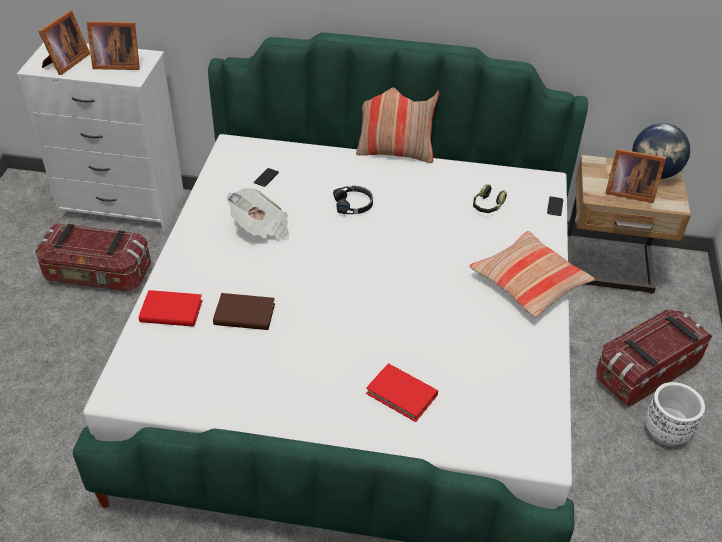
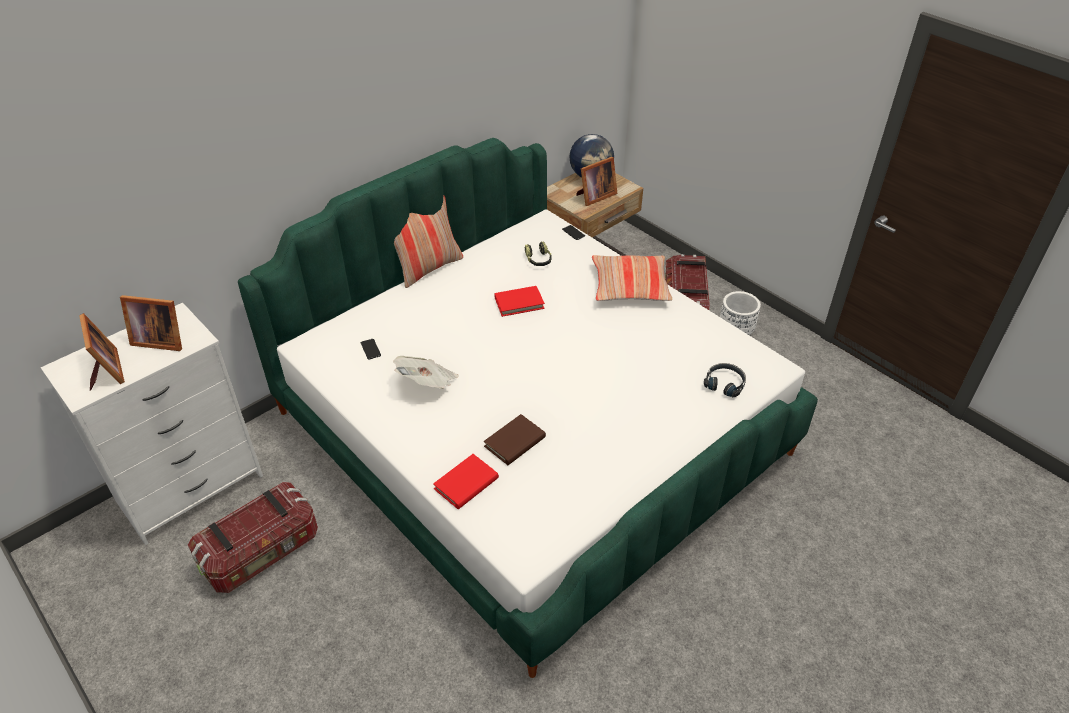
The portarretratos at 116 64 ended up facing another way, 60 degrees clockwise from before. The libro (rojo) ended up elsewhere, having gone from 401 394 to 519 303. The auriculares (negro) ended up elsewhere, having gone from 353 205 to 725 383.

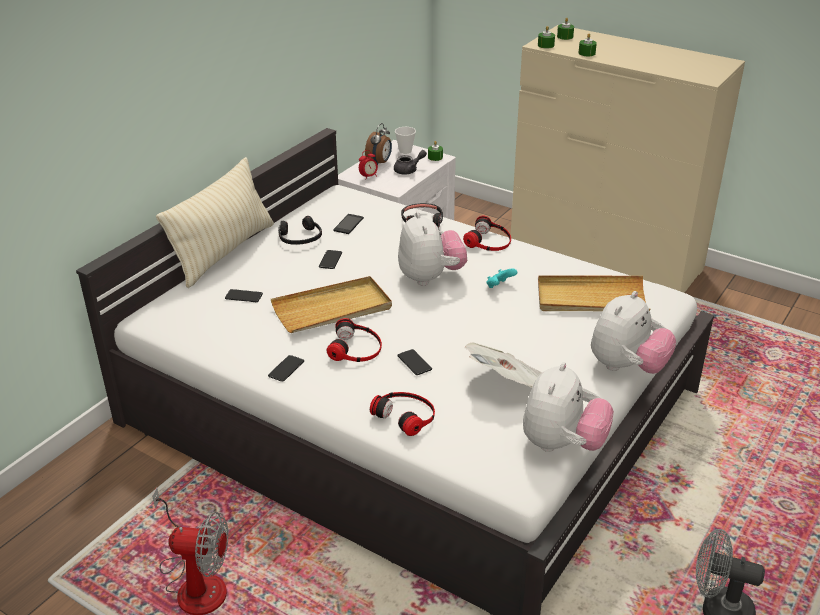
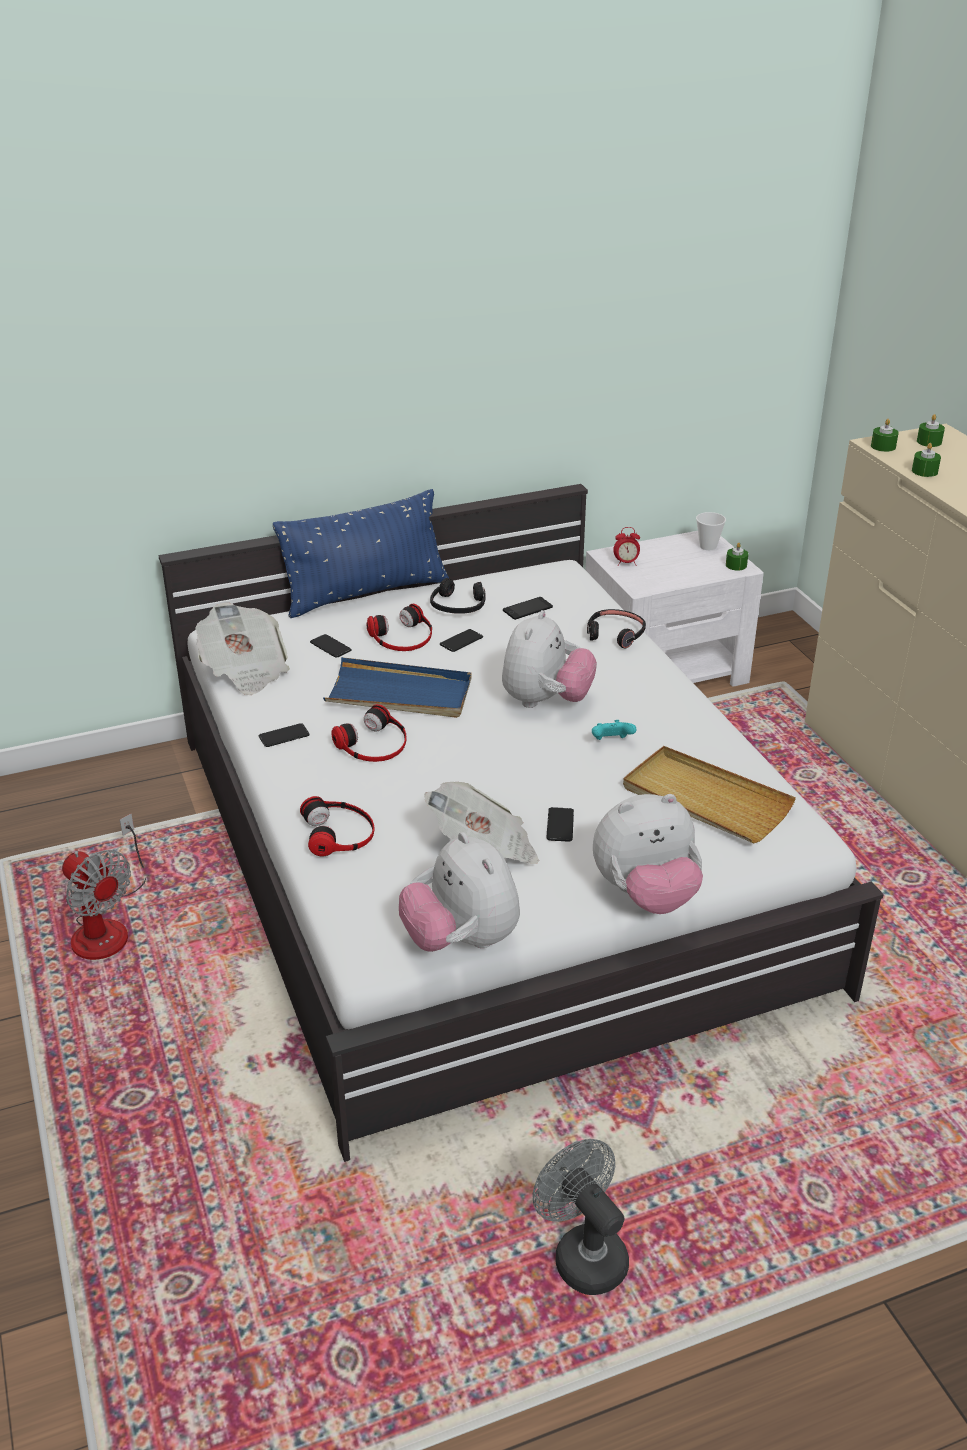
The second view gained the periódico at 245 670. What was the cojín (beis) at 224 252 turned into the cojín (azul) at 366 593. What was the bandeja (beis) at 332 309 turned into the bandeja (azul) at 399 694. The auriculares ended up elsewhere, having gone from 489 241 to 402 637. The peluche at 562 444 ended up facing another way, 90 degrees clockwise from before. The móvil ended up elsewhere, having gone from 414 363 to 560 825. The second view lost the despertador at 379 163. The second view lost the tetera (gris) at 409 170.

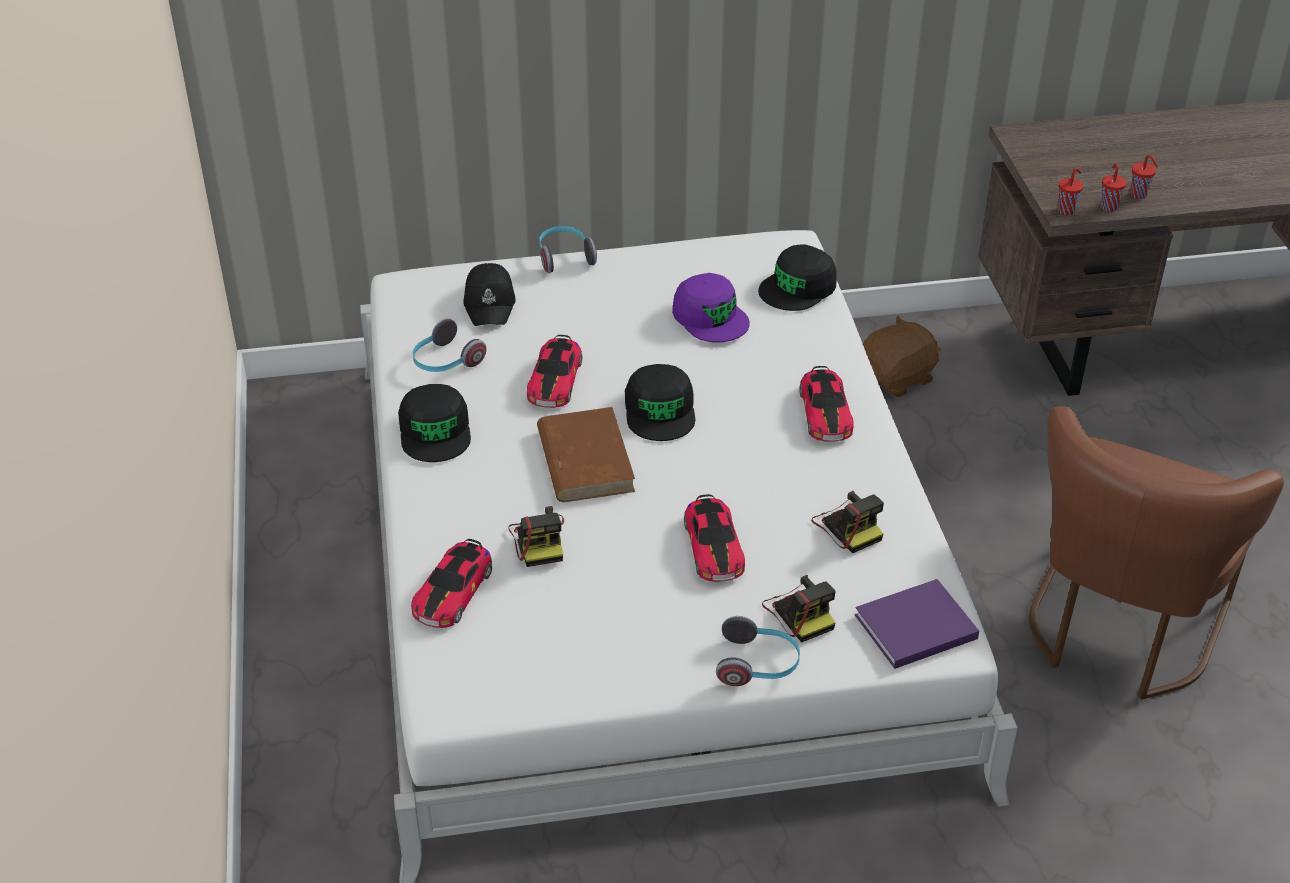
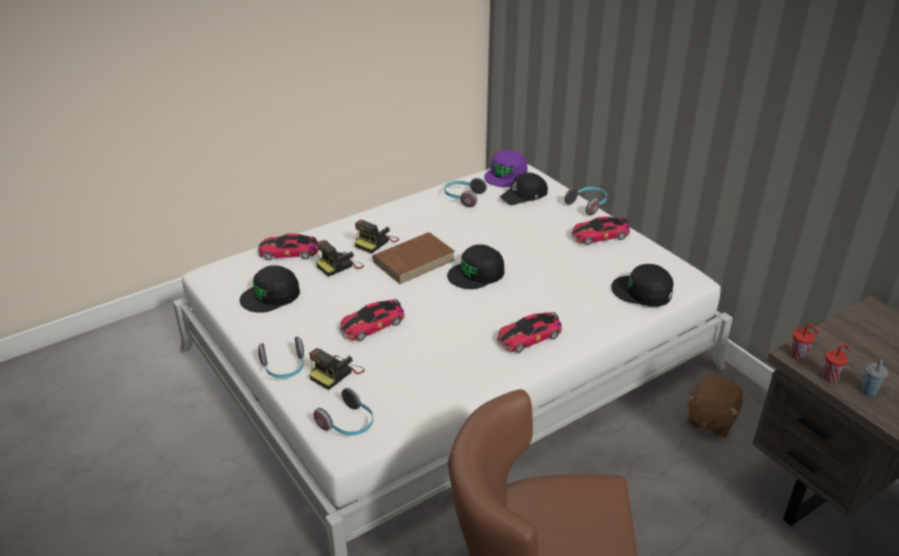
The gorra (negro) ended up elsewhere, having gone from 435 431 to 271 295. Where the libro (morado) stood at 912 628, the auriculares came to stand at 348 424. The cámara ended up elsewhere, having gone from 847 527 to 376 242. The gorra (morado) ended up elsewhere, having gone from 710 317 to 506 175. The coche de juguete ended up elsewhere, having gone from 555 380 to 600 235. The peluche (marrón) at 898 378 ended up facing another way, 90 degrees clockwise from before. What was the taza (rojo) at 1139 195 turned into the taza (gris) at 868 392.

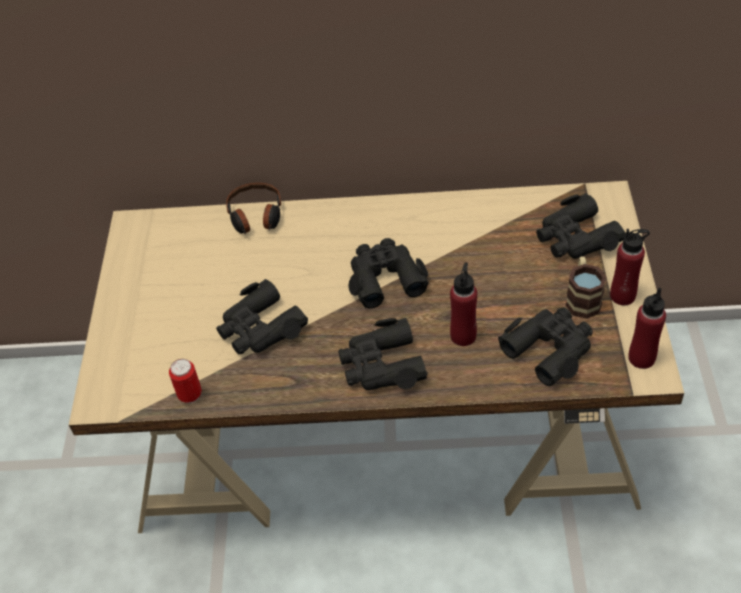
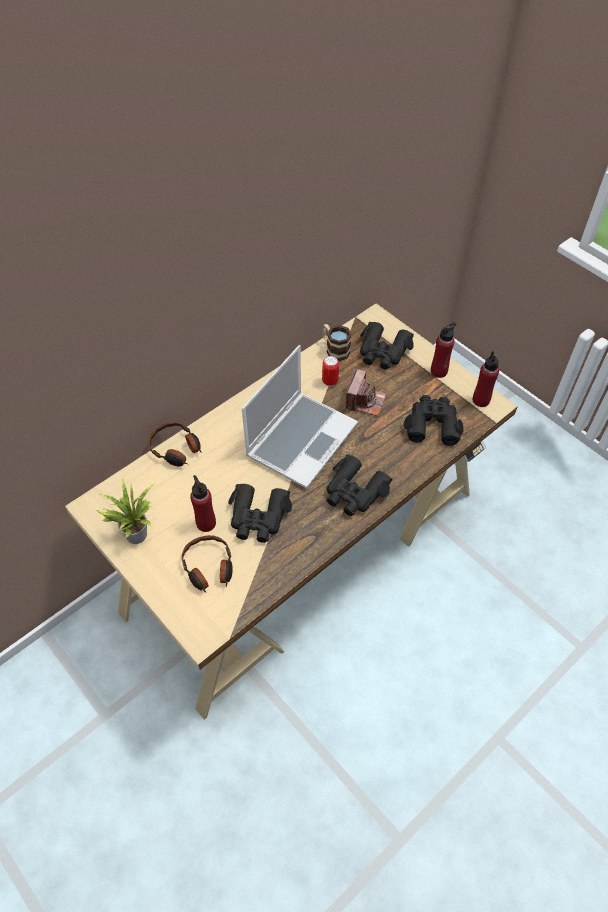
The second view gained the planta en maceta at 134 533. The second view gained the auriculares at 209 568. The botella (rojo) ended up elsewhere, having gone from 463 336 to 206 523. Where the prismáticos (negro) stood at 385 278, the portátil came to stand at 301 439. The lata ended up elsewhere, having gone from 190 395 to 330 381. The taza grande ended up elsewhere, having gone from 582 298 to 334 349. The second view gained the cámara at 364 401.

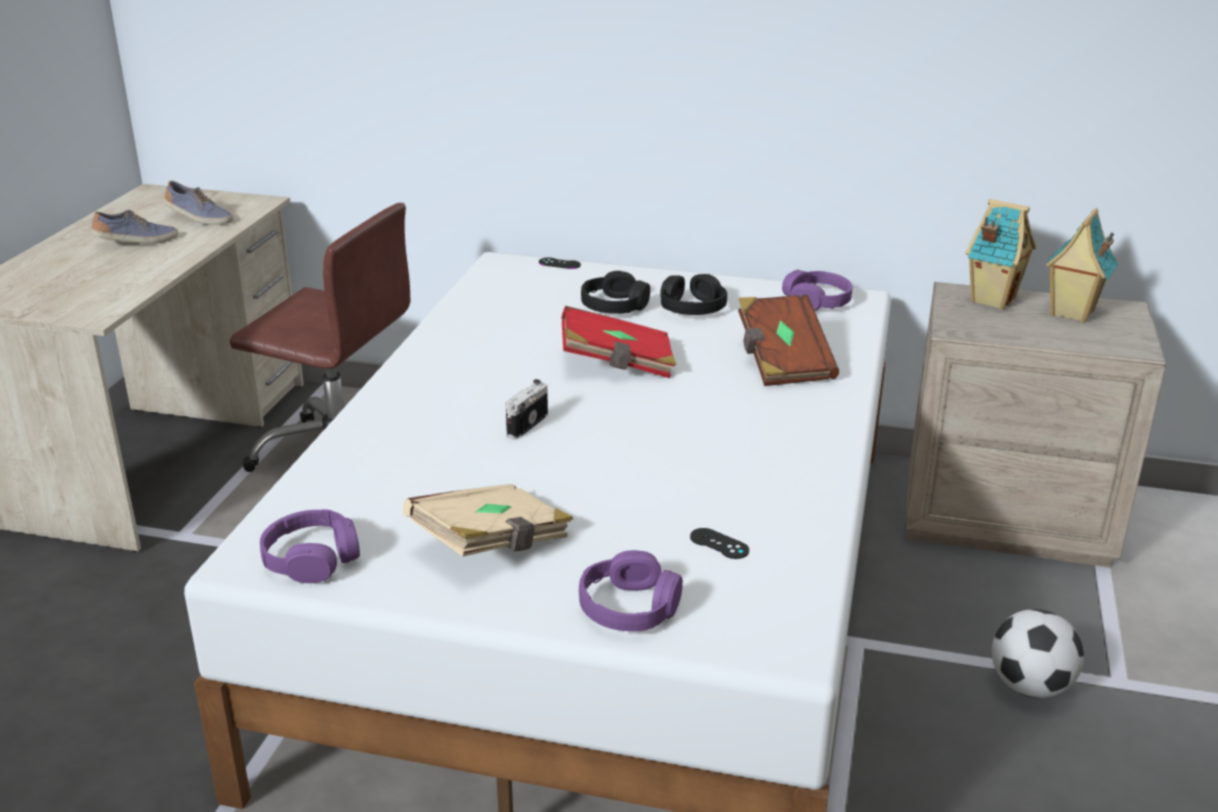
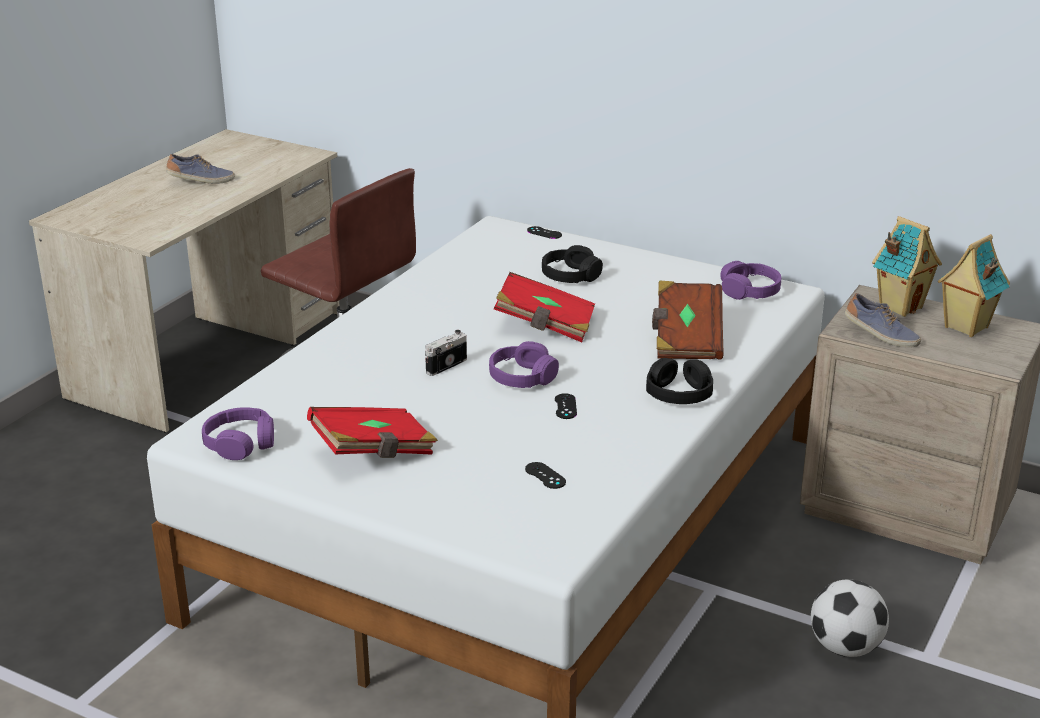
What was the libro (beis) at 492 545 turned into the libro (rojo) at 374 452. The auriculares (morado) ended up elsewhere, having gone from 629 607 to 522 377. The second view gained the mando de consola (negro) at 565 406. The auriculares (negro) ended up elsewhere, having gone from 692 307 to 679 393. The zapato ended up elsewhere, having gone from 199 218 to 880 335.

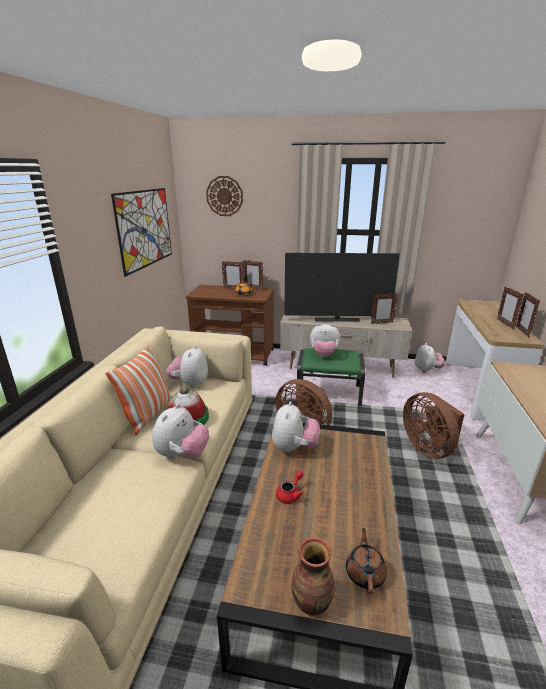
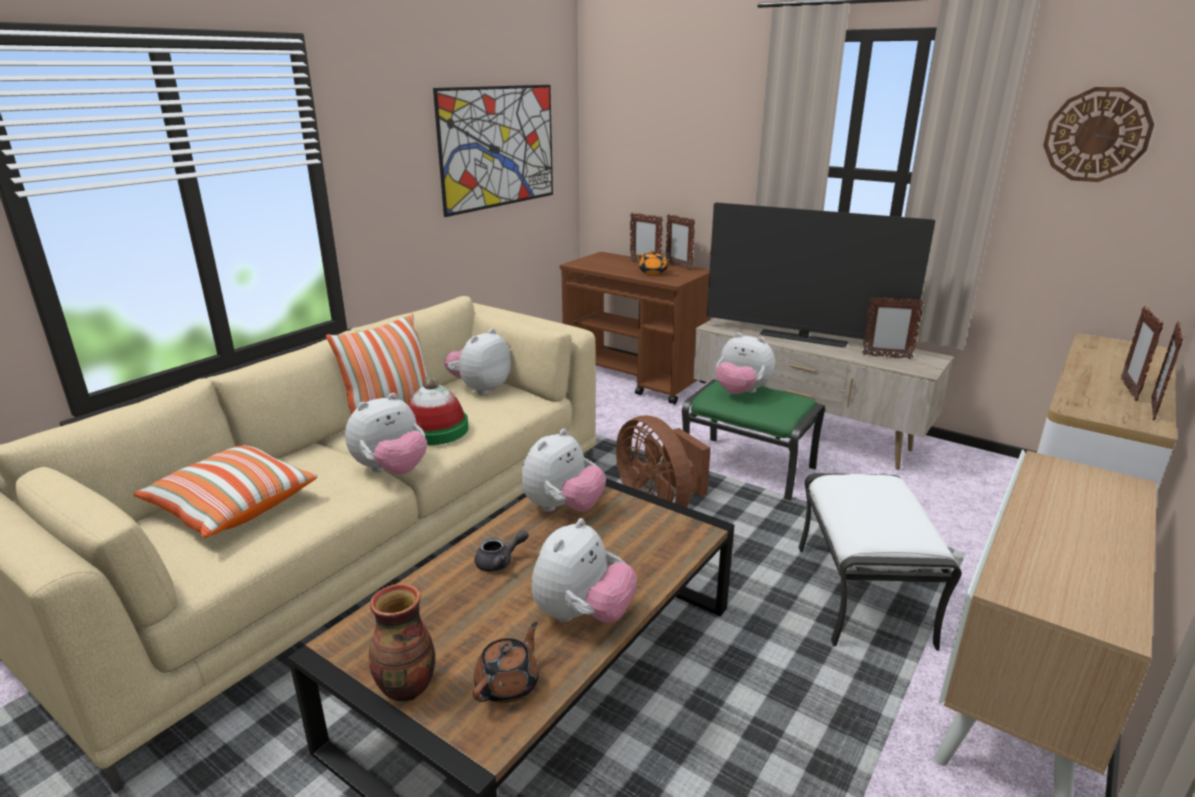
The second view gained the cojín at 231 507. What was the tetera (rojo) at 290 494 turned into the tetera (gris) at 500 562. The peluche ended up elsewhere, having gone from 427 370 to 582 615. Where the ventilador (marrón) stood at 428 447, the puf (blanco) came to stand at 864 595. The reloj de pared ended up elsewhere, having gone from 224 196 to 1096 135.

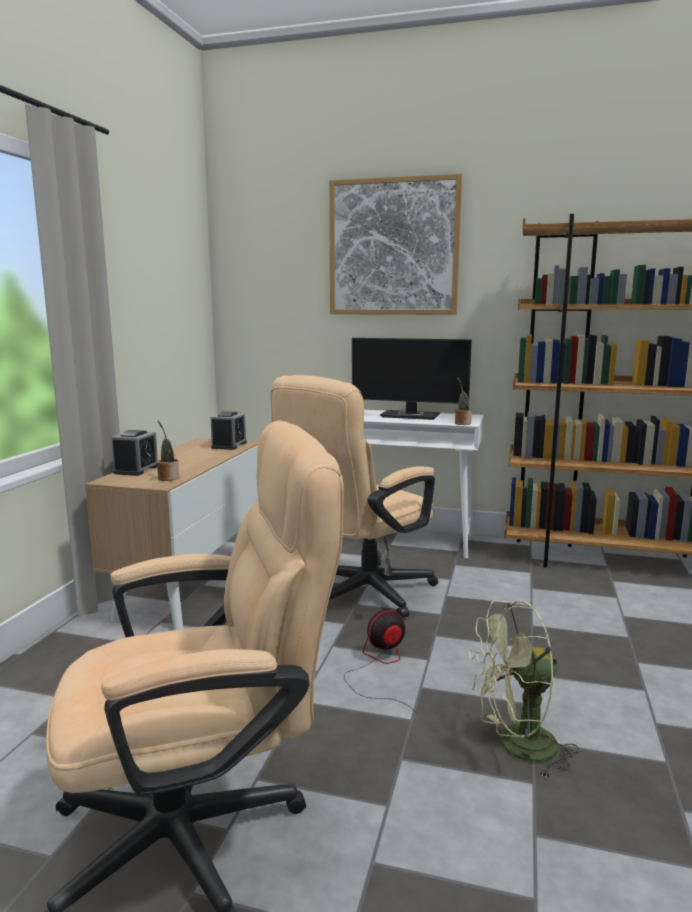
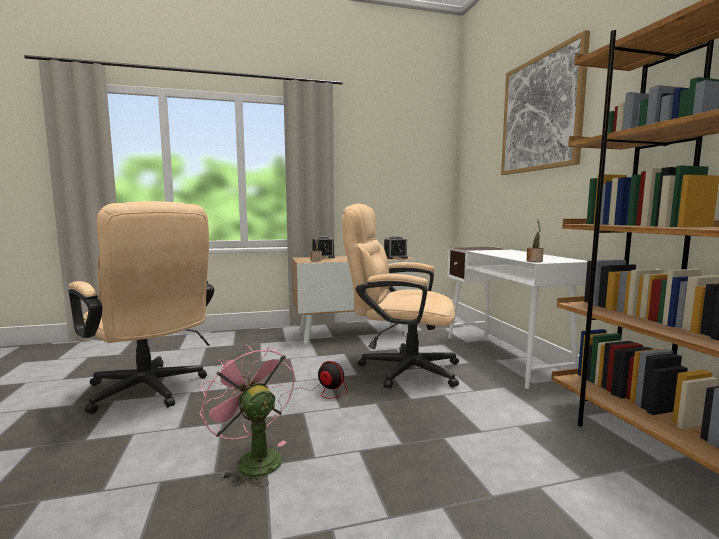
What was the ventilador (verde) at 516 747 turned into the ventilador (rosa) at 253 459. The second view lost the monitor at 411 415.

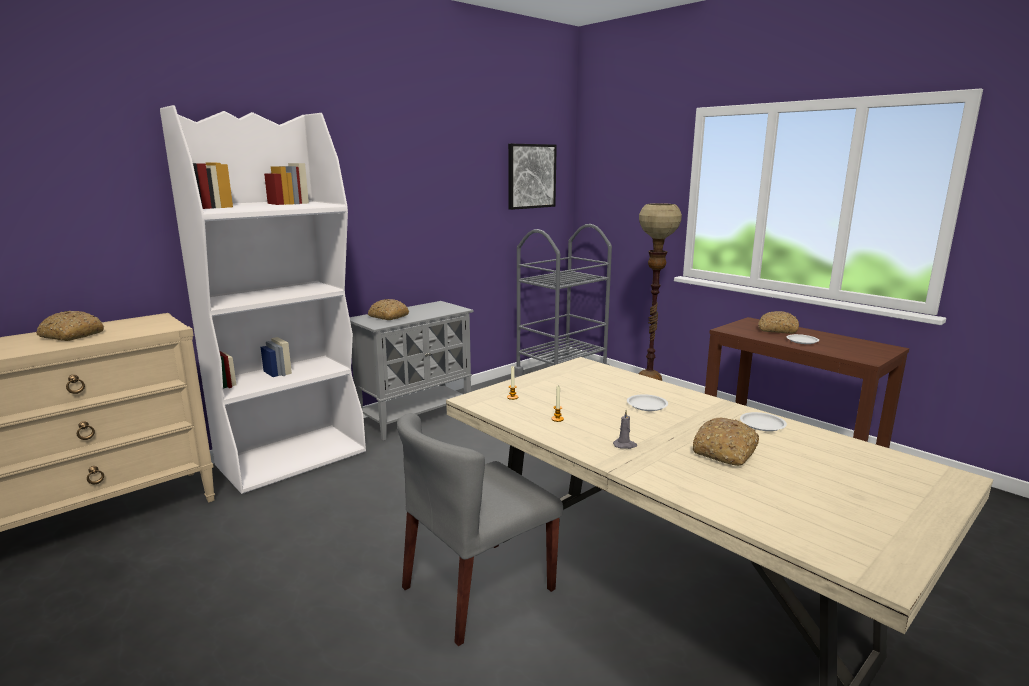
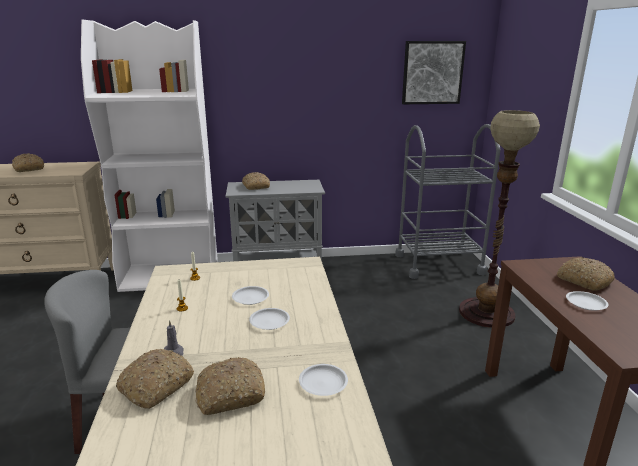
The second view gained the pan at 156 386. The second view gained the plato (blanco) at 250 298.

